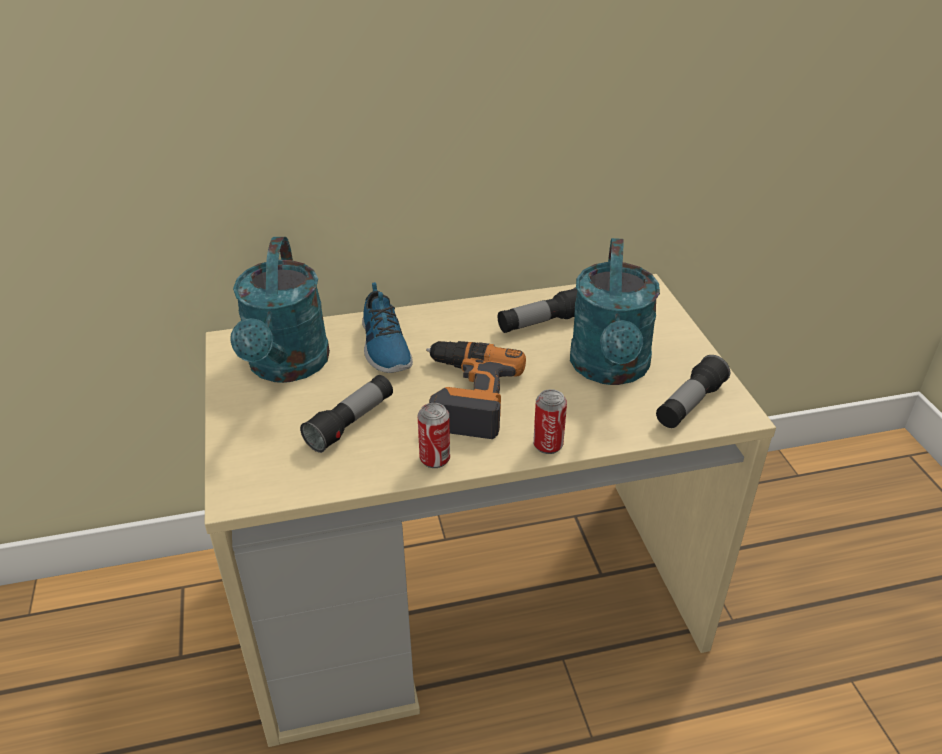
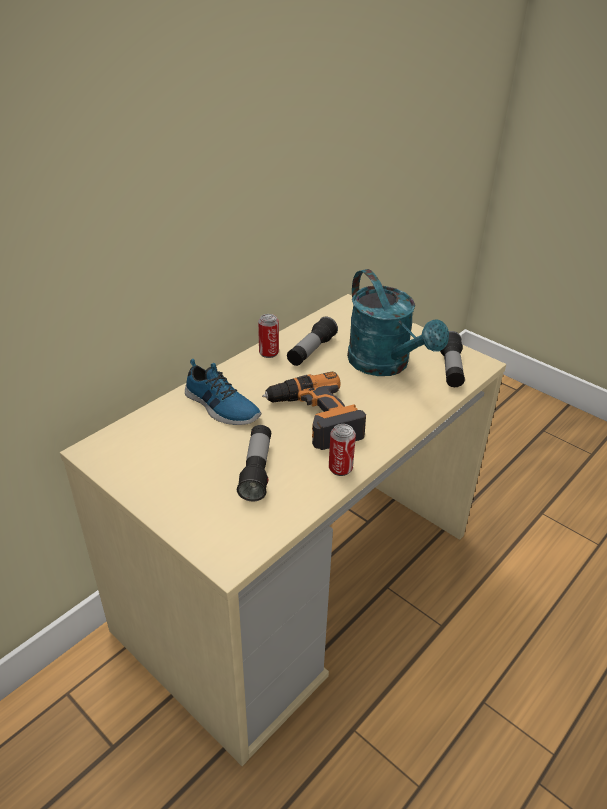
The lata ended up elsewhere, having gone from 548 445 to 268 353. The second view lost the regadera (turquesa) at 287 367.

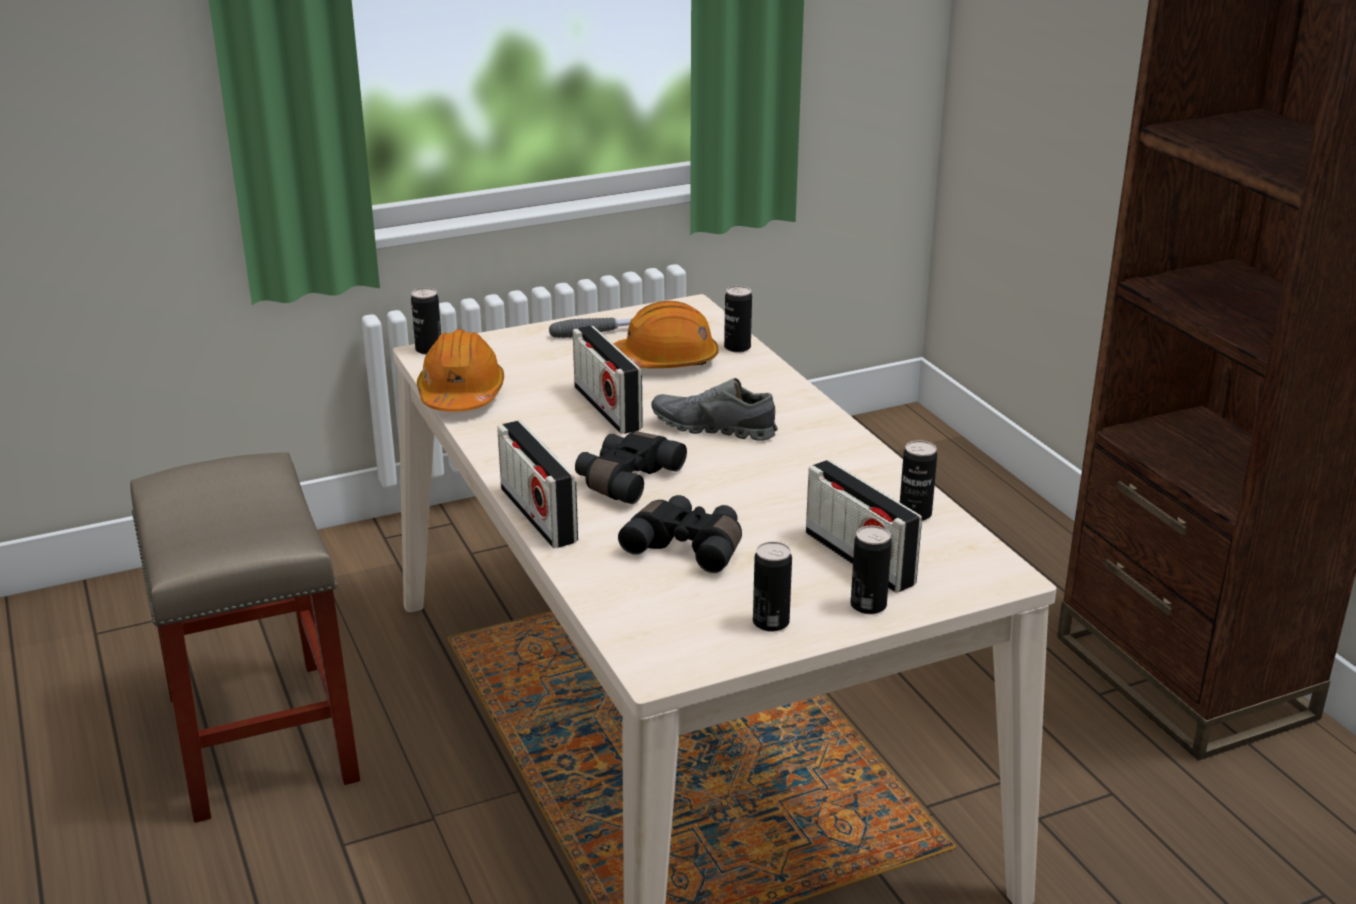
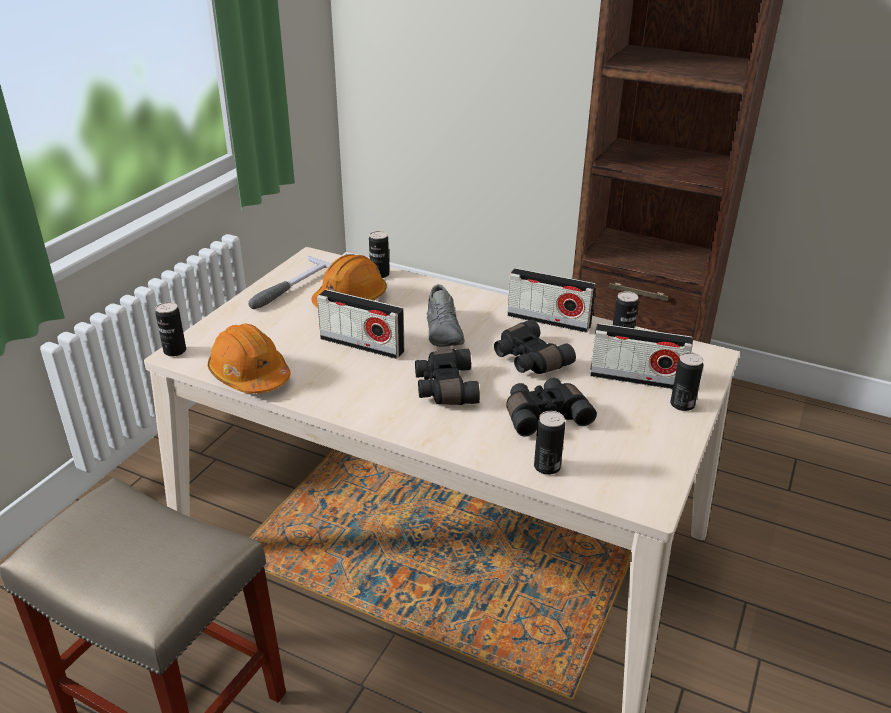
The zapato (gris) at 713 428 ended up facing another way, 75 degrees counterclockwise from before. The second view gained the prismáticos (negro) at 528 360. The radio ended up elsewhere, having gone from 538 515 to 548 320. The lata ended up elsewhere, having gone from 771 622 to 547 467.

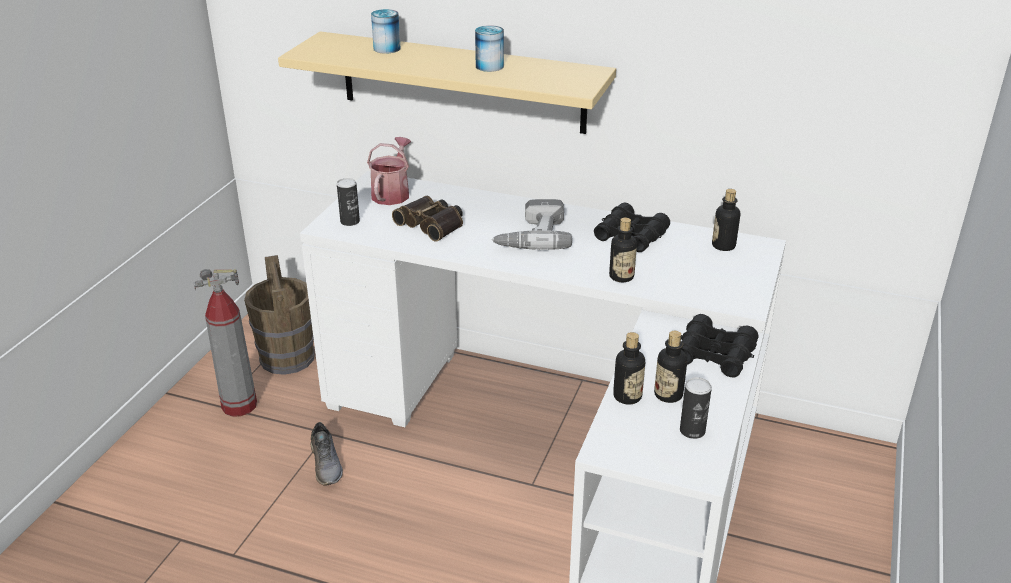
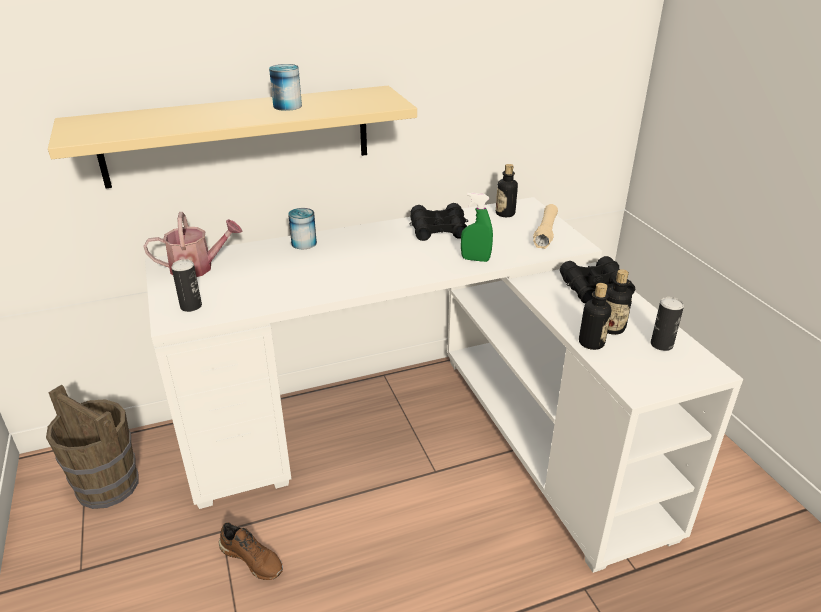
The regadera at 392 193 ended up facing another way, 105 degrees clockwise from before. What was the zapato (gris) at 327 464 turned into the zapato (marrón) at 252 558. The lata ended up elsewhere, having gone from 387 48 to 304 243. Where the botella stood at 621 276, the pulverizador (verde) came to stand at 475 259. The second view gained the linterna (beis) at 545 232. The second view lost the extintor at 239 406. The second view lost the prismáticos at 432 224. The second view lost the taladro at 531 235.

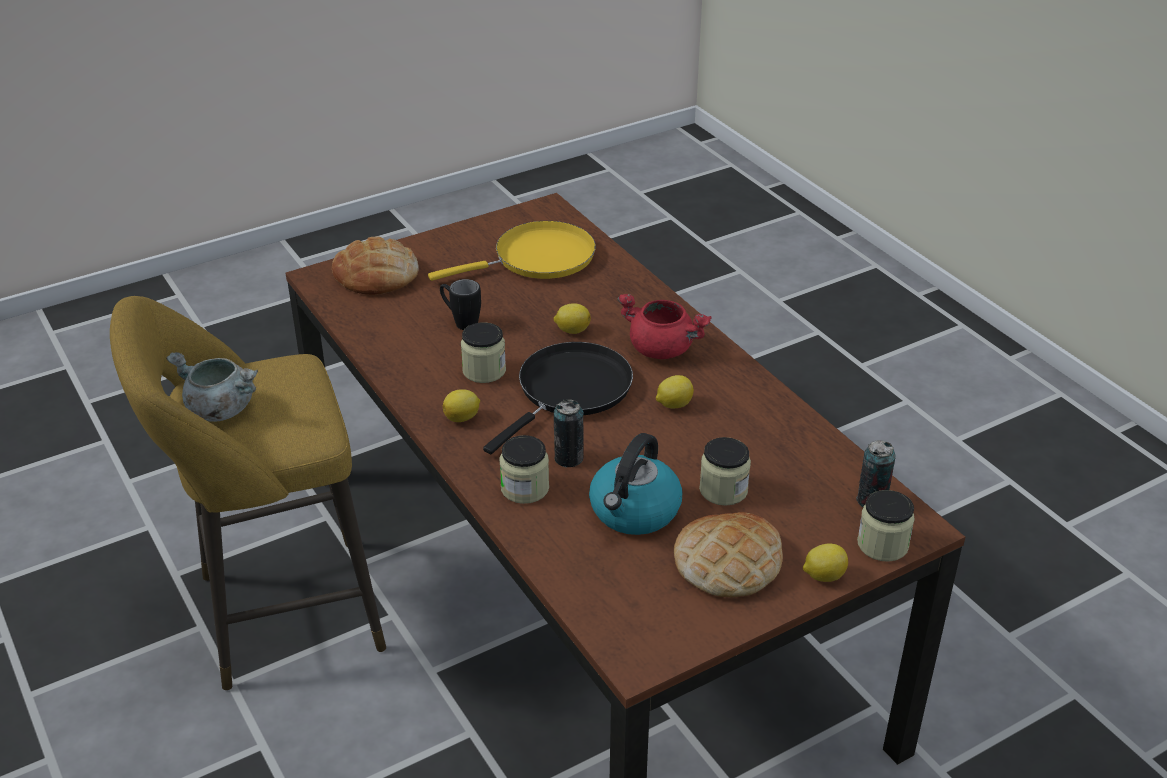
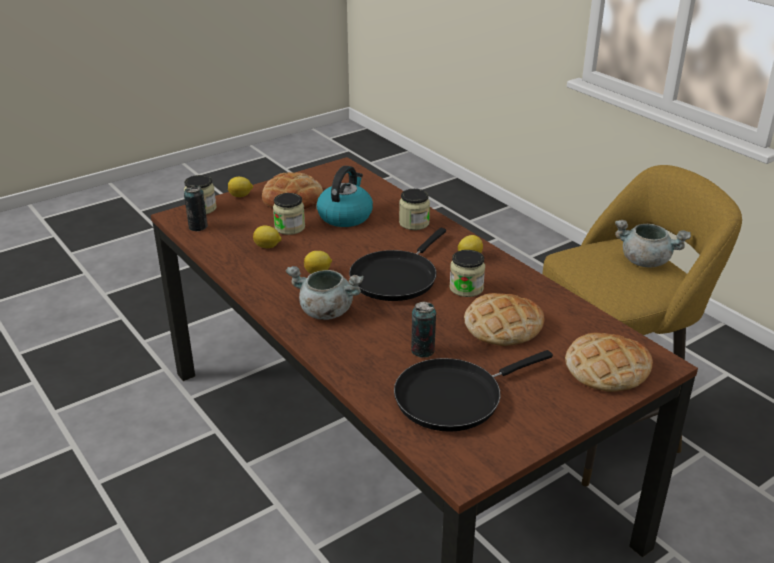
The limón ended up elsewhere, having gone from 572 330 to 268 246. What was the olla (rojo) at 663 349 turned into the olla (gris) at 325 311. What was the sartén (amarillo) at 537 258 turned into the sartén (negro) at 454 397. The lata ended up elsewhere, having gone from 569 458 to 422 351. Where the taza grande (negro) stood at 460 322, the pan came to stand at 503 326.

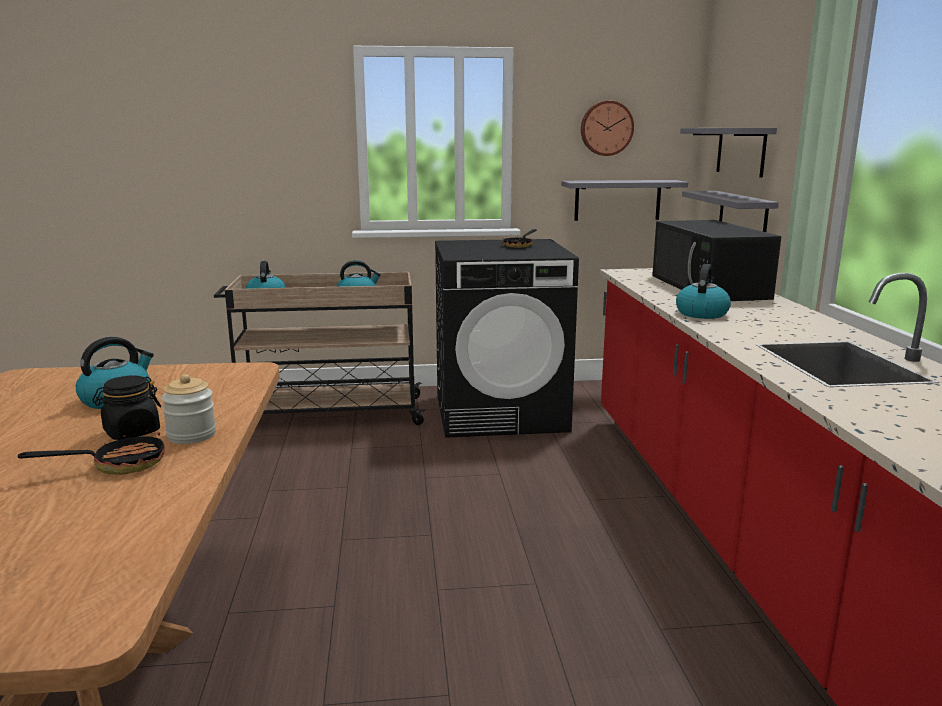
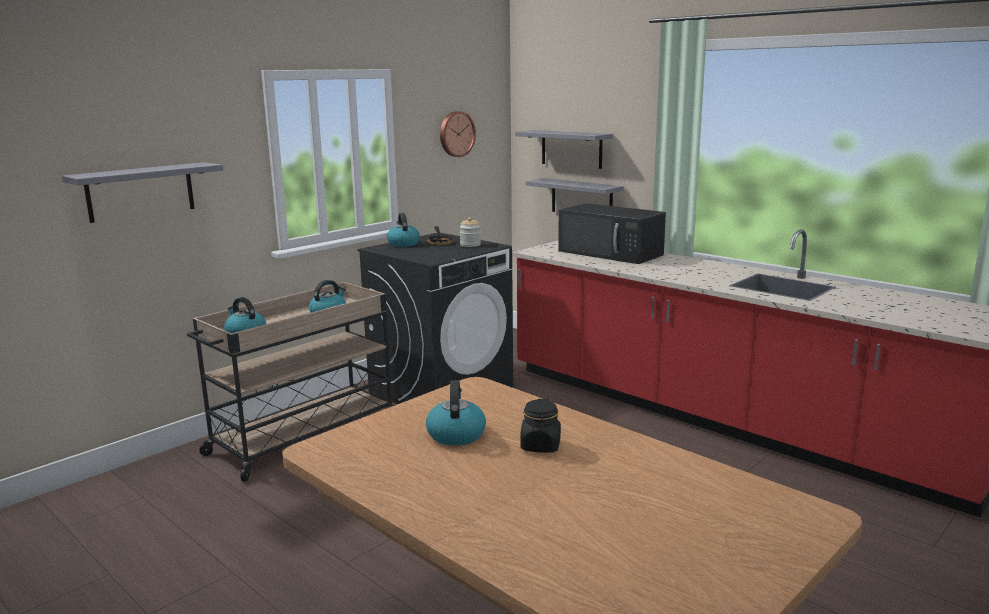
The estante (gris) ended up elsewhere, having gone from 617 200 to 140 192. The hervidor ended up elsewhere, having gone from 701 313 to 403 244. The tarro ended up elsewhere, having gone from 191 435 to 470 245. The second view lost the sartén at 118 465.

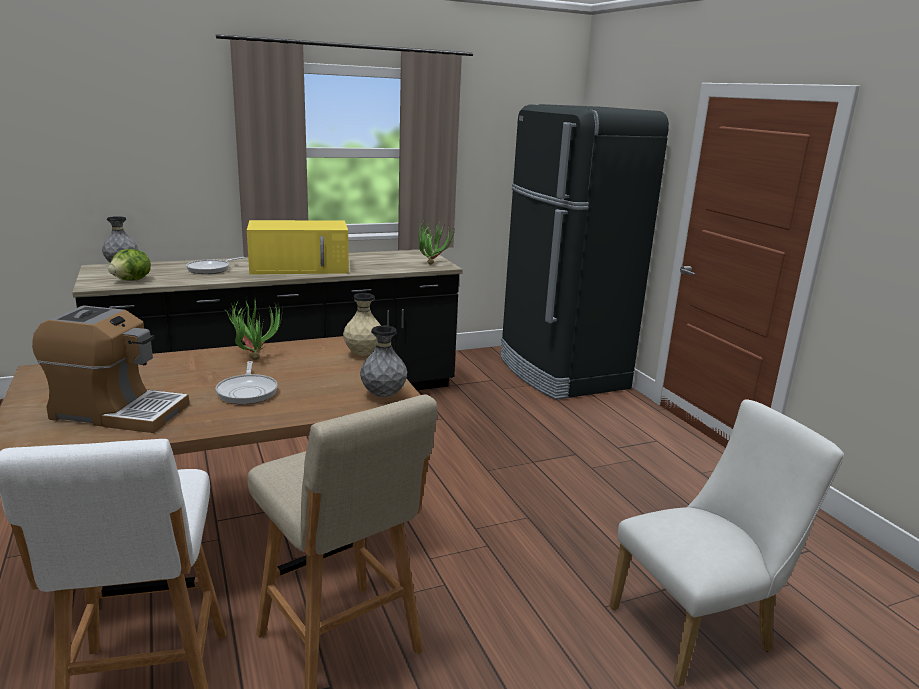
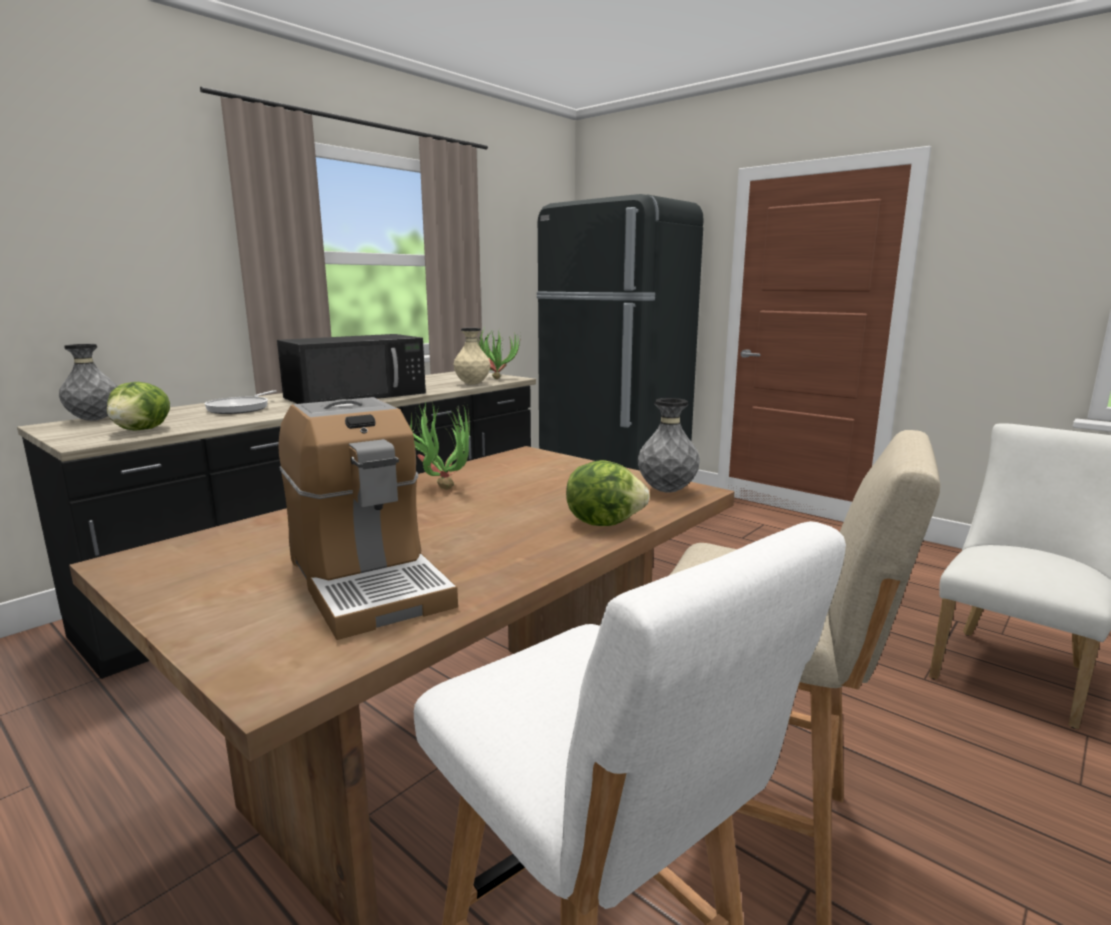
What was the microondas (amarillo) at 301 267 turned into the microondas (negro) at 357 395. The cafetera at 118 412 ended up facing another way, 75 degrees clockwise from before. The florero (beis) ended up elsewhere, having gone from 363 354 to 472 384. The second view gained the lechuga at 604 522. The second view lost the sartén at 248 391.

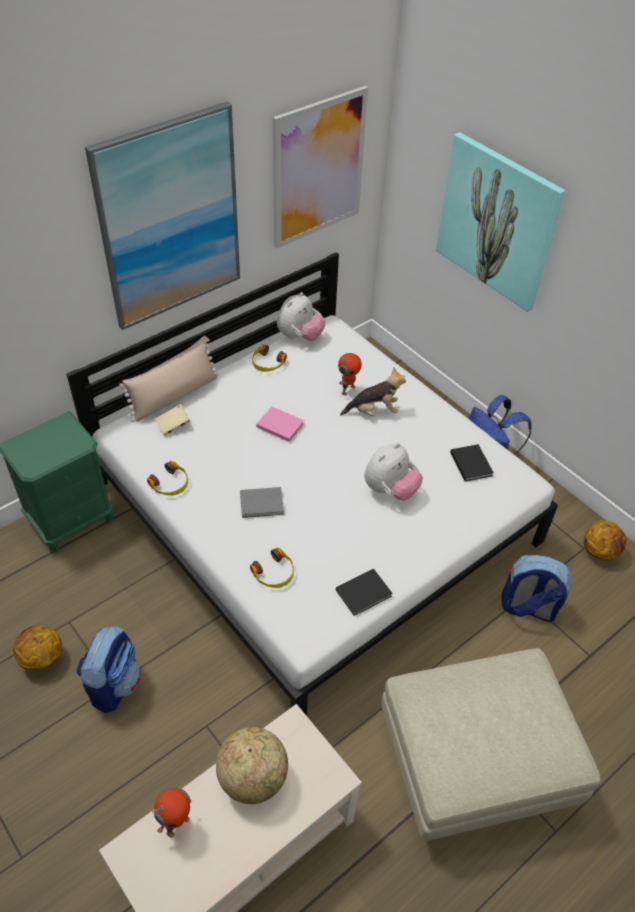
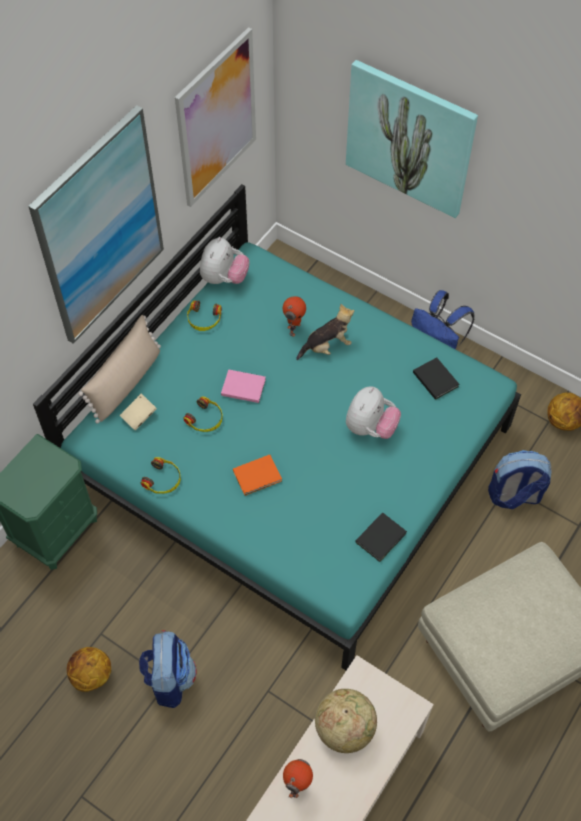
What was the cama (blanco) at 315 512 turned into the cama (turquesa) at 290 454. The auriculares ended up elsewhere, having gone from 274 573 to 205 419. What was the libro (gris) at 263 504 turned into the libro (naranja) at 258 476.

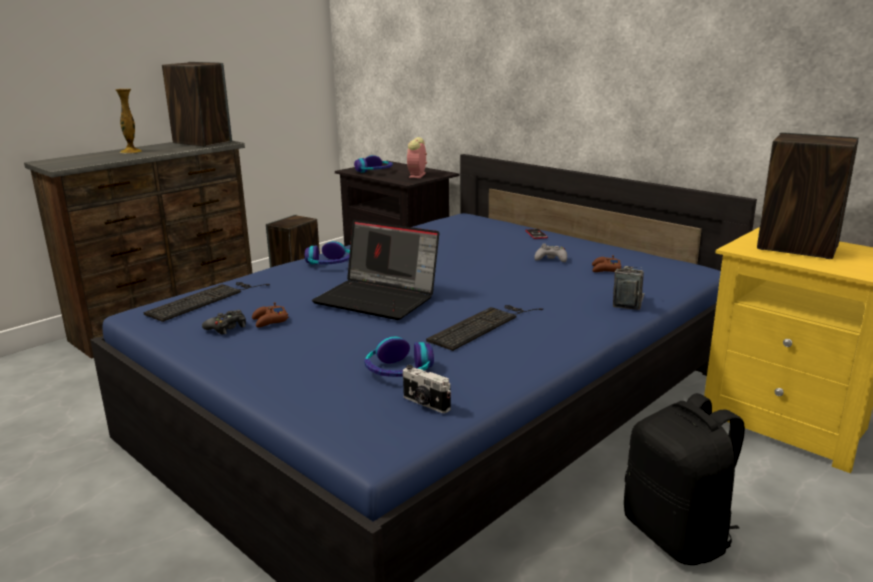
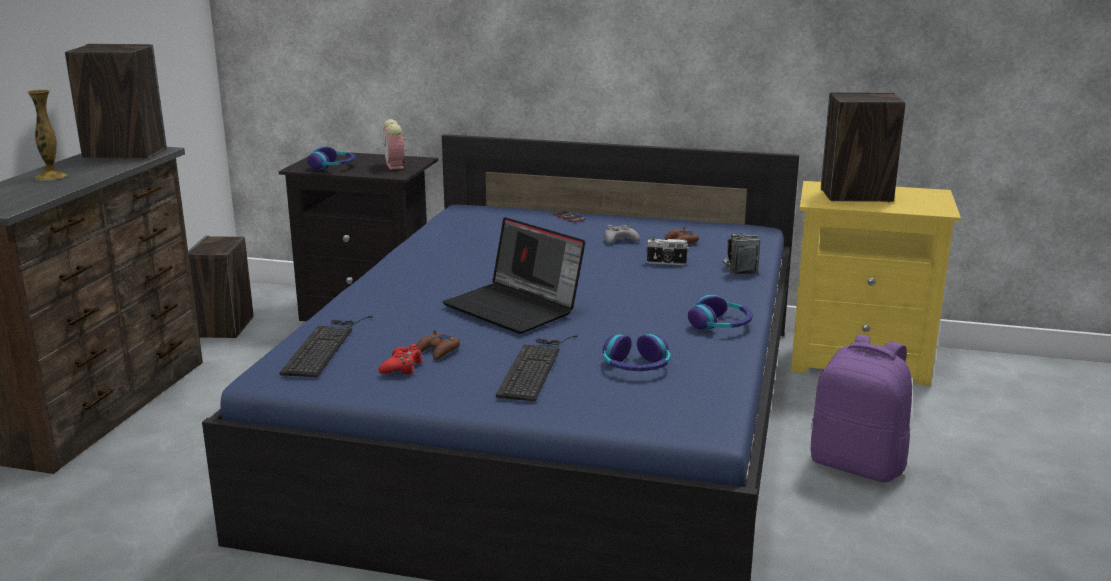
What was the mando de consola (negro) at 227 328 turned into the mando de consola (rojo) at 402 367. The portátil at 379 298 ended up facing another way, 45 degrees clockwise from before. The teclado ended up elsewhere, having gone from 483 325 to 534 367. The cámara ended up elsewhere, having gone from 425 404 to 666 263. The auriculares ended up elsewhere, having gone from 330 263 to 720 324. What was the mochila (negro) at 677 535 turned into the mochila (morado) at 858 465.

